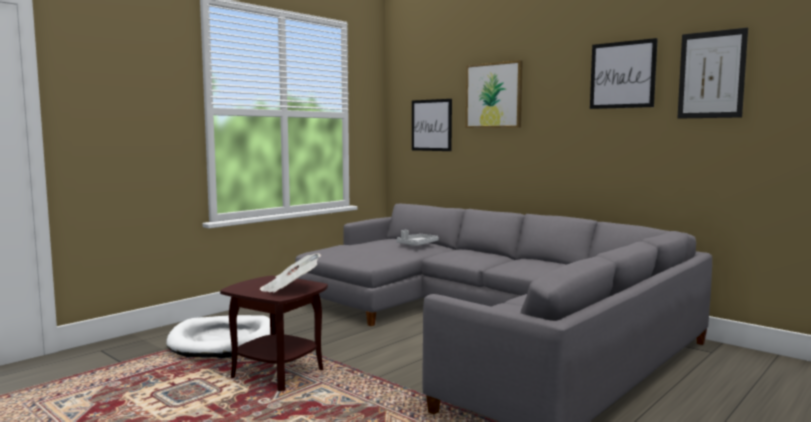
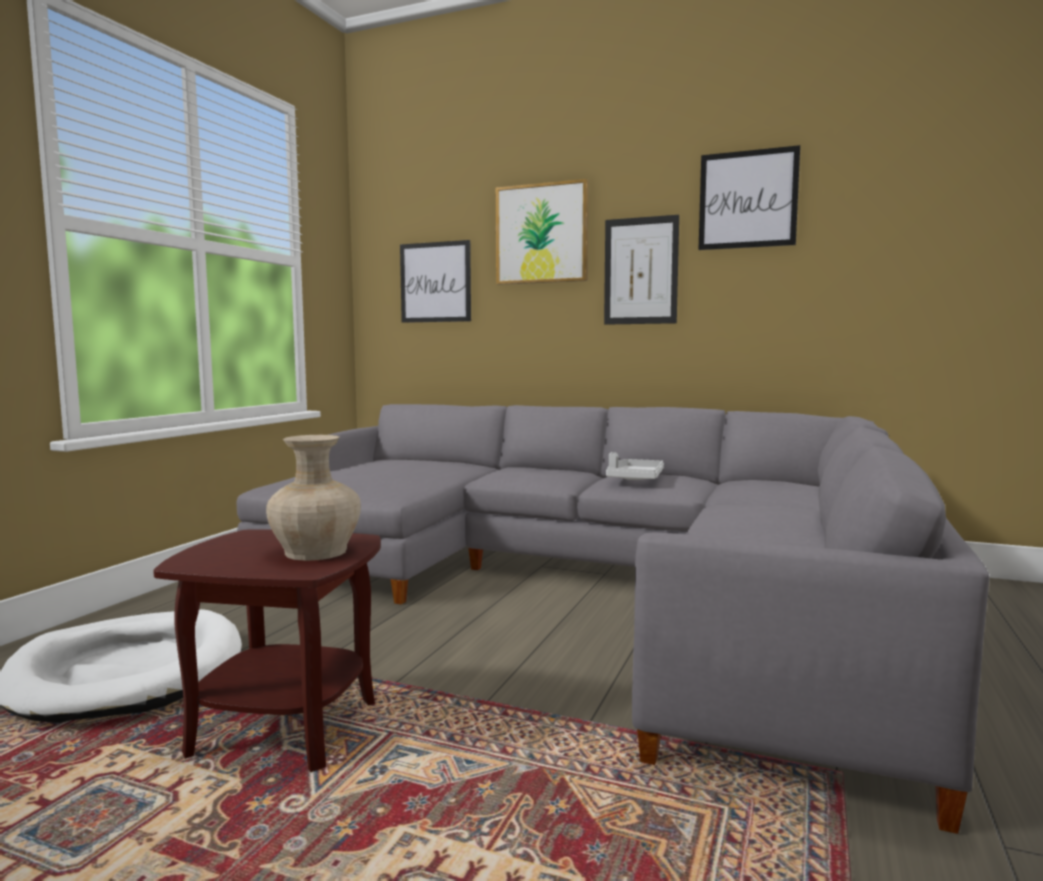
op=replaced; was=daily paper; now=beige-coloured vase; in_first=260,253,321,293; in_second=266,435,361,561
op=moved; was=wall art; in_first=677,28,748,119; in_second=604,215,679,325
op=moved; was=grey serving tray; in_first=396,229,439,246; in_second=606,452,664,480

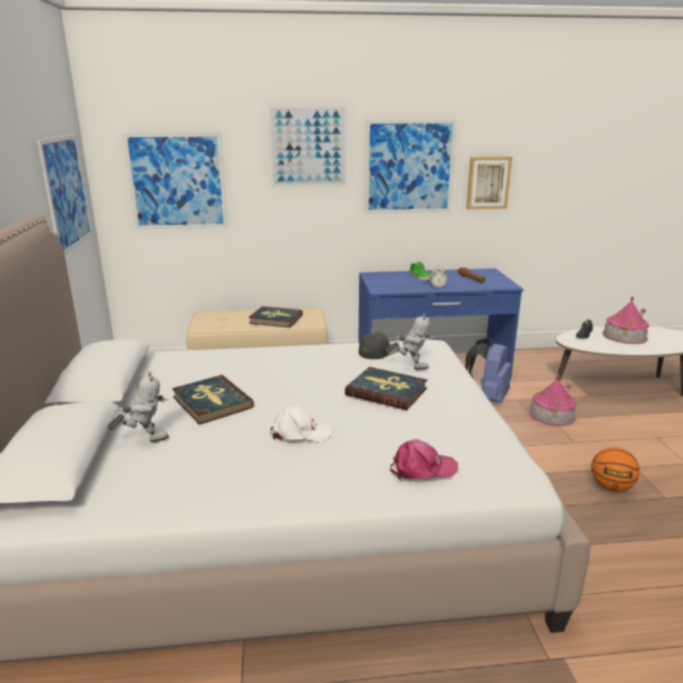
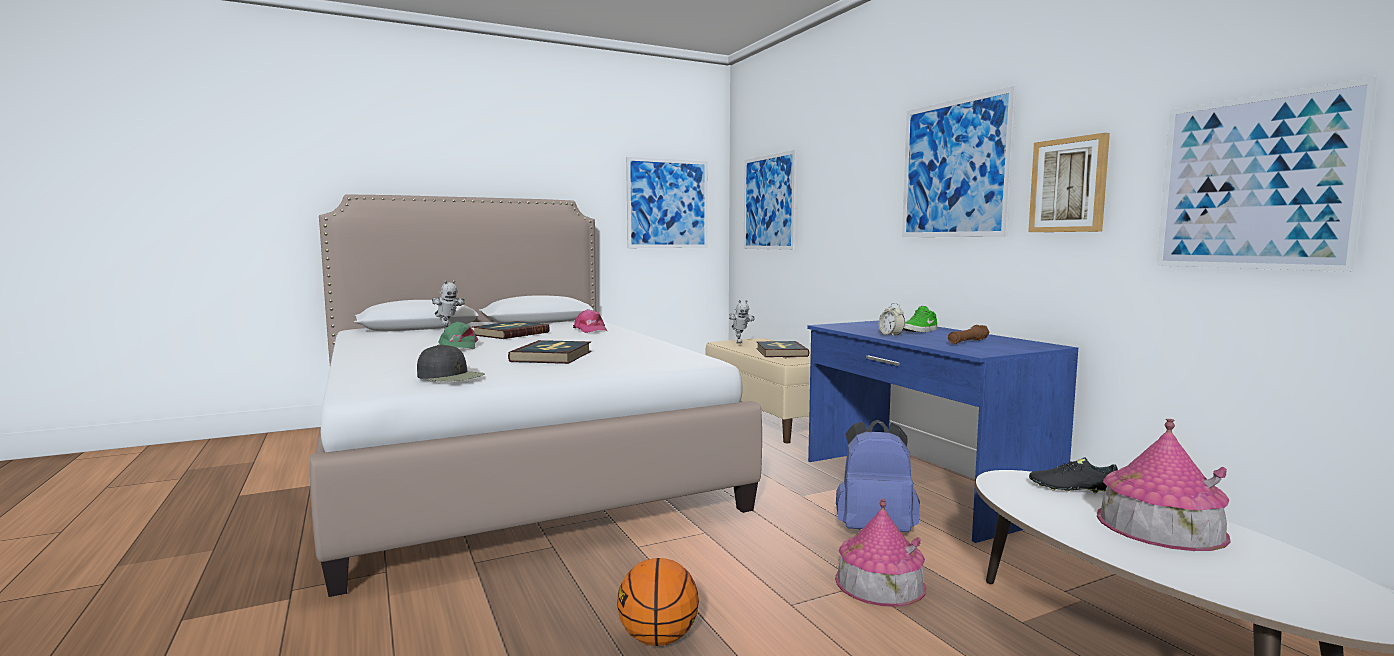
op=moved; was=blackish baseball cap; in_first=359,332,400,359; in_second=417,344,485,382
op=recoloured; was=white-coloured baseball cap; now=green-coloured baseball cap; in_first=270,406,332,441; in_second=438,321,478,349
op=moved; was=pinkish baseball cap; in_first=390,439,458,481; in_second=573,309,607,333
op=moved; was=robot figure; in_first=386,313,434,370; in_second=729,300,755,343
op=moved; was=wall art; in_first=268,105,347,188; in_second=1157,77,1379,272

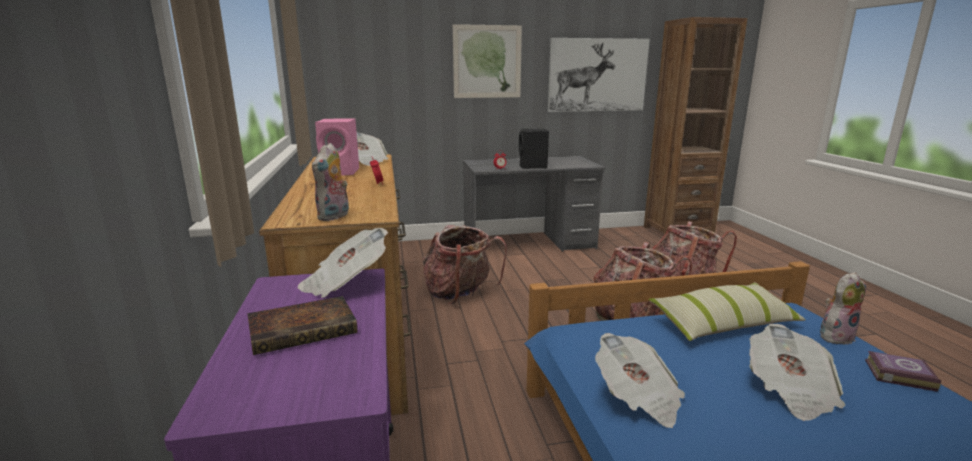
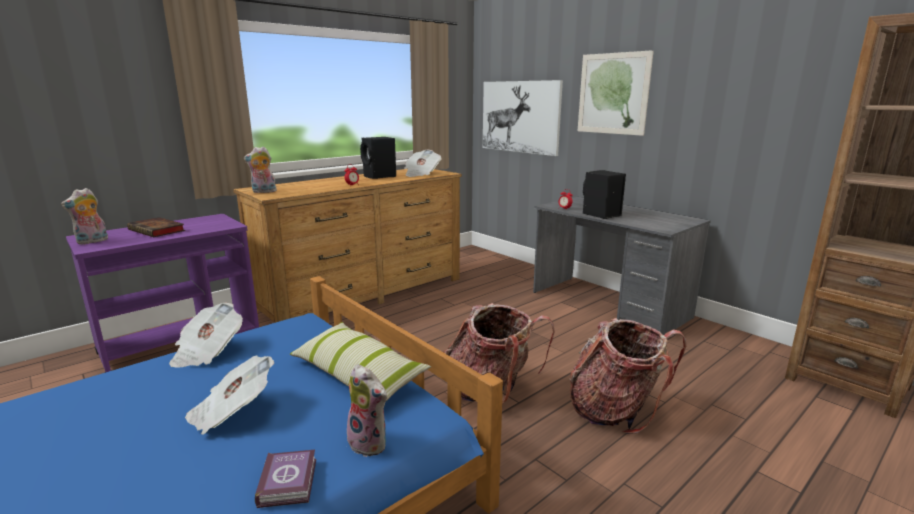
op=added; now=plush toy; in_second=61,188,108,245
op=recoloured; was=pinkish loudspeaker; now=blackish loudspeaker; in_first=315,119,359,175; in_second=360,137,396,179
op=moved; was=wall art; in_first=548,38,650,112; in_second=483,80,563,156
op=removed; was=daily paper; in_first=298,228,388,298
op=removed; was=rucksack; in_first=423,225,507,305

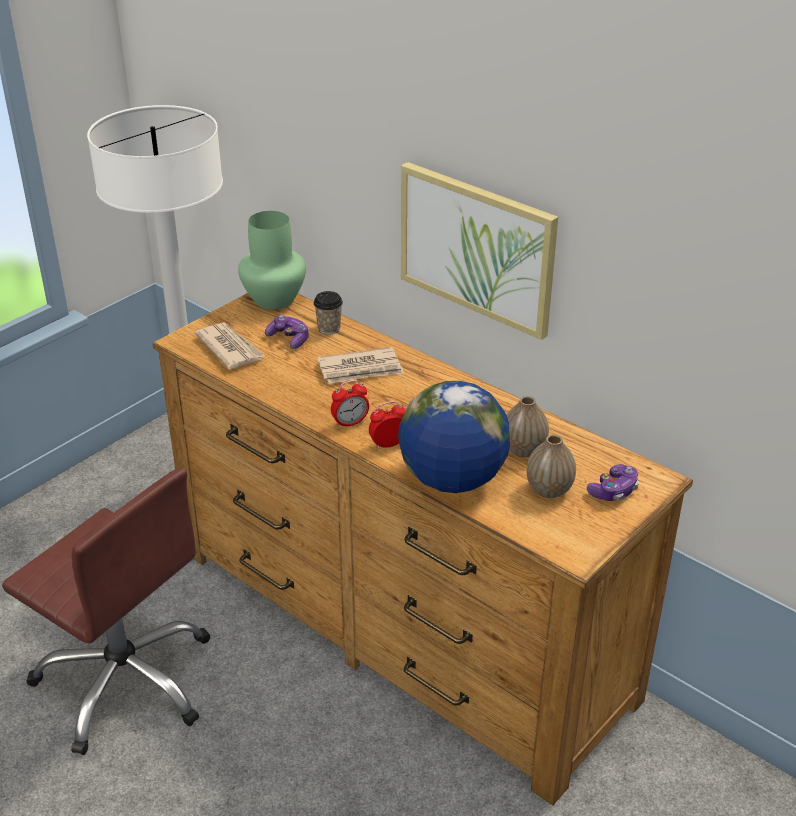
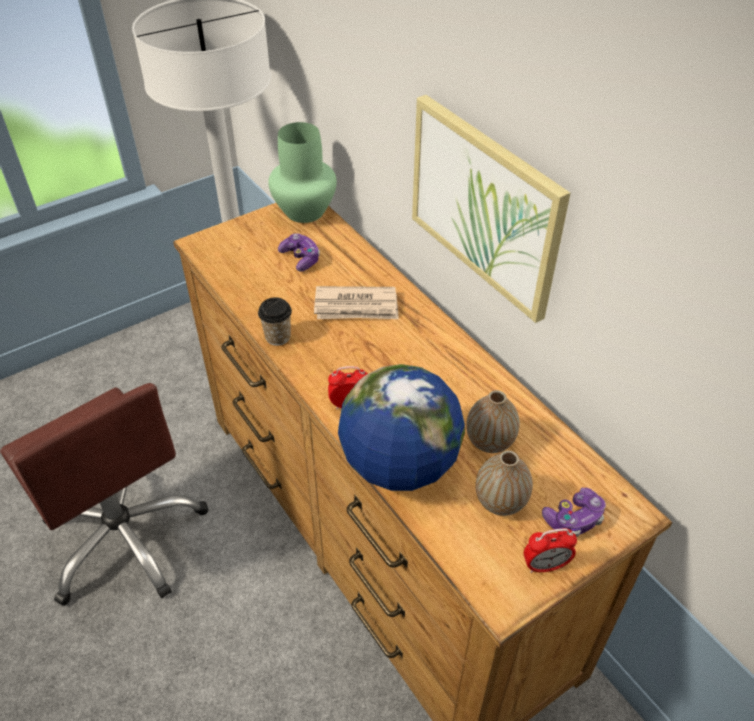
op=moved; was=cup; in_first=314,291,343,334; in_second=258,297,292,346
op=moved; was=table clock; in_first=331,380,369,428; in_second=524,528,577,573
op=removed; was=daily paper; in_first=195,322,265,369

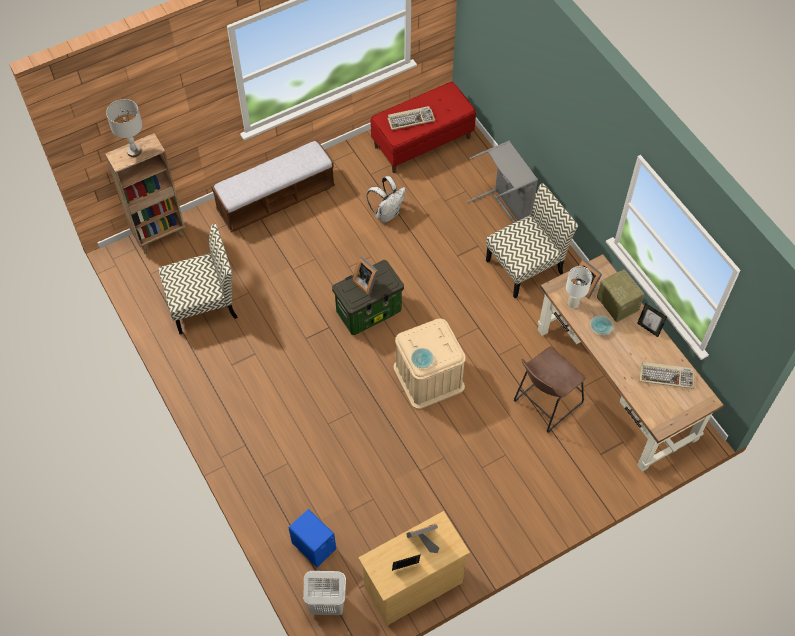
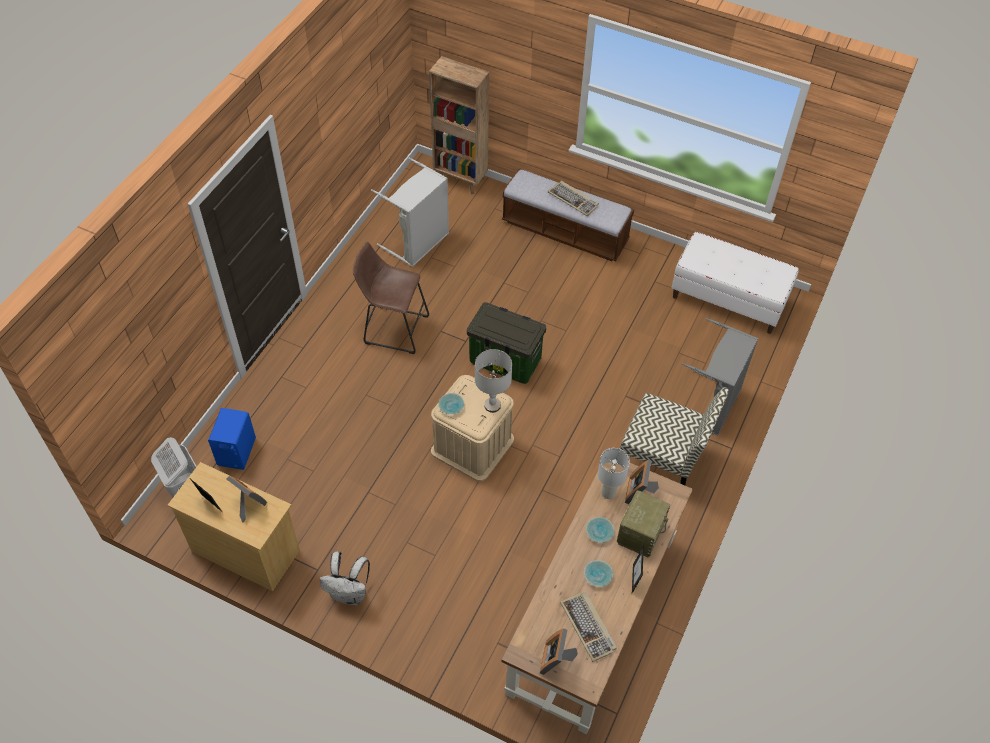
op=moved; was=white-coloured rucksack; in_first=367,176,406,223; in_second=320,551,370,605
op=moved; was=brownish sitting stool; in_first=514,346,586,433; in_second=353,241,429,354
op=replaced; was=plain chair; now=grey hamper; in_first=158,224,238,334; in_second=371,157,449,267
op=moved; was=grey lamp for a table; in_first=106,99,143,157; in_second=475,349,512,413
op=moved; was=picture frame; in_first=353,256,378,295; in_second=540,628,578,675
op=moved; was=keyboard; in_first=387,106,435,130; in_second=548,181,599,216
op=added; now=blue-green deep dish; in_second=584,560,613,587
op=recoloured; was=red indoor bench; now=white-coloured indoor bench; in_first=371,82,476,173; in_second=672,232,799,334

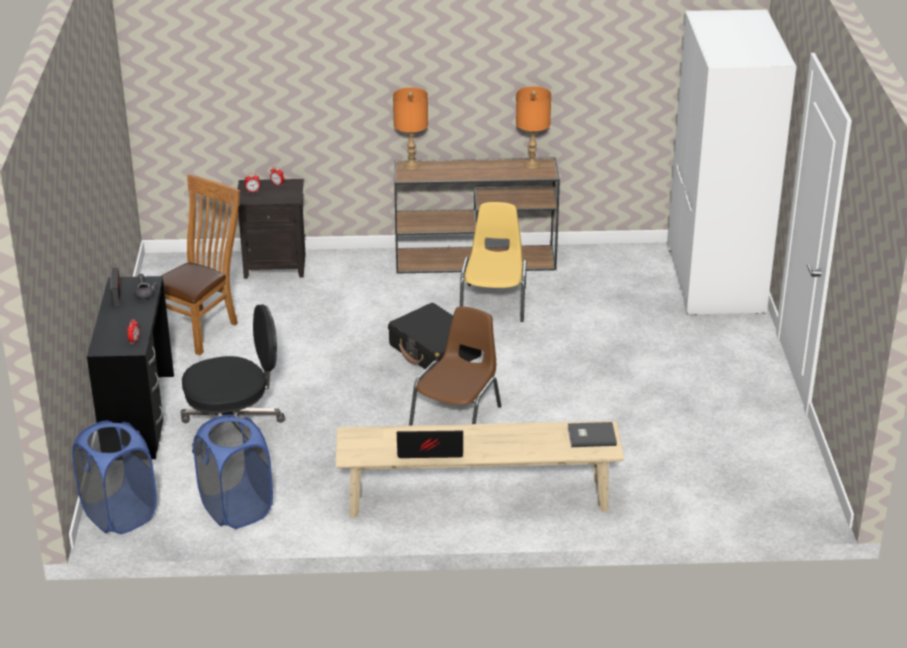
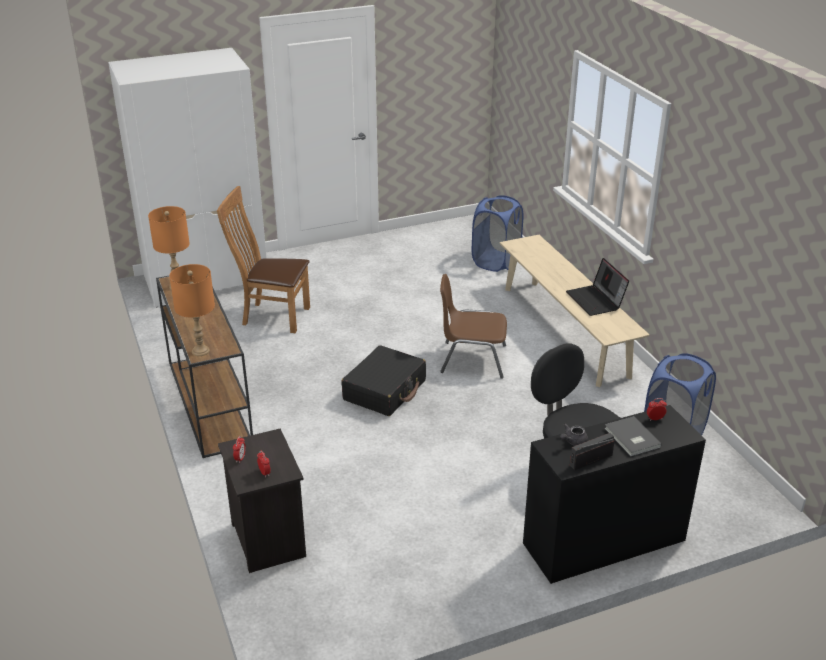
op=moved; was=brownish plain chair; in_first=161,174,240,355; in_second=217,186,310,333
op=moved; was=blue hamper; in_first=72,421,157,534; in_second=472,195,523,272
op=moved; was=grey bound book; in_first=568,422,617,447; in_second=604,416,662,457
op=removed; was=yellow-coloured plain chair; in_first=460,202,527,322

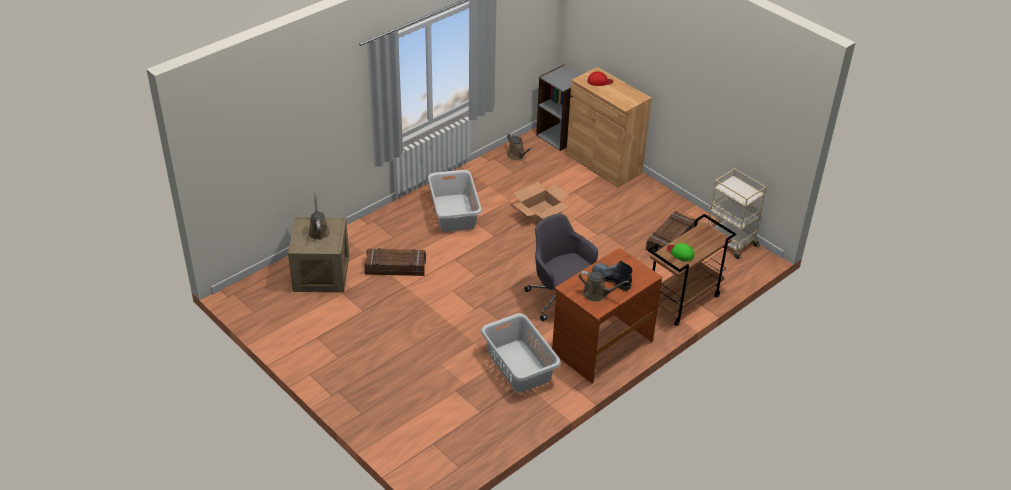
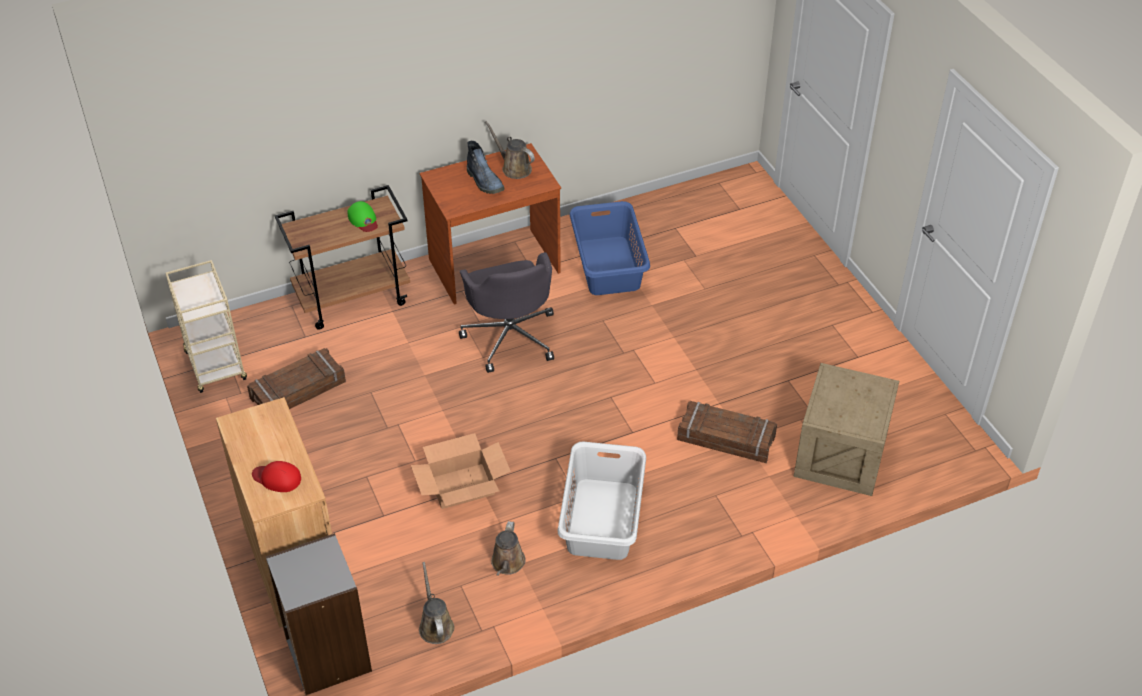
op=moved; was=brownish watering can; in_first=308,193,330,240; in_second=491,521,526,576
op=recoloured; was=grey hamper; now=blue hamper; in_first=481,313,561,393; in_second=570,201,650,295

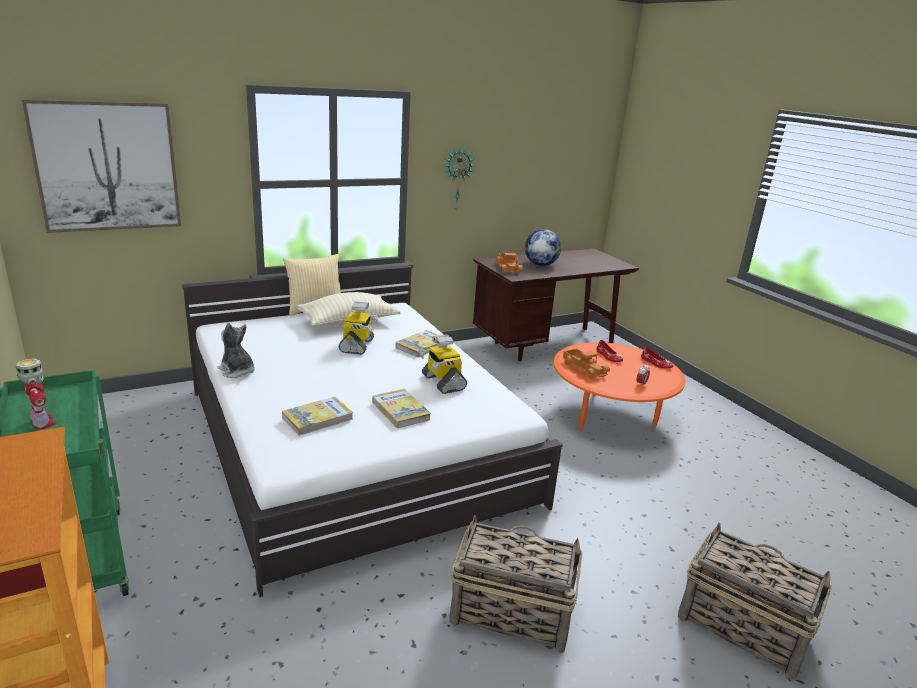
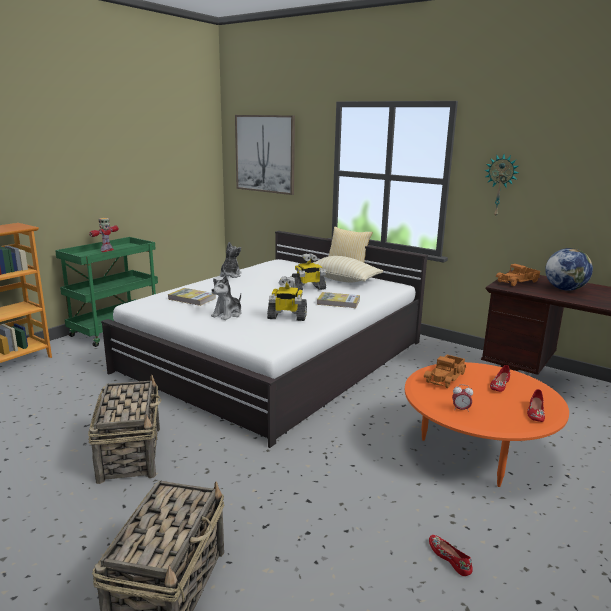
op=replaced; was=bound book; now=plush toy; in_first=372,389,431,428; in_second=211,275,241,320
op=turned; was=robot figure; in_first=419,334,467,394; in_second=267,276,307,321; clockwise=-120
op=added; now=red low shoe; in_second=429,535,473,576

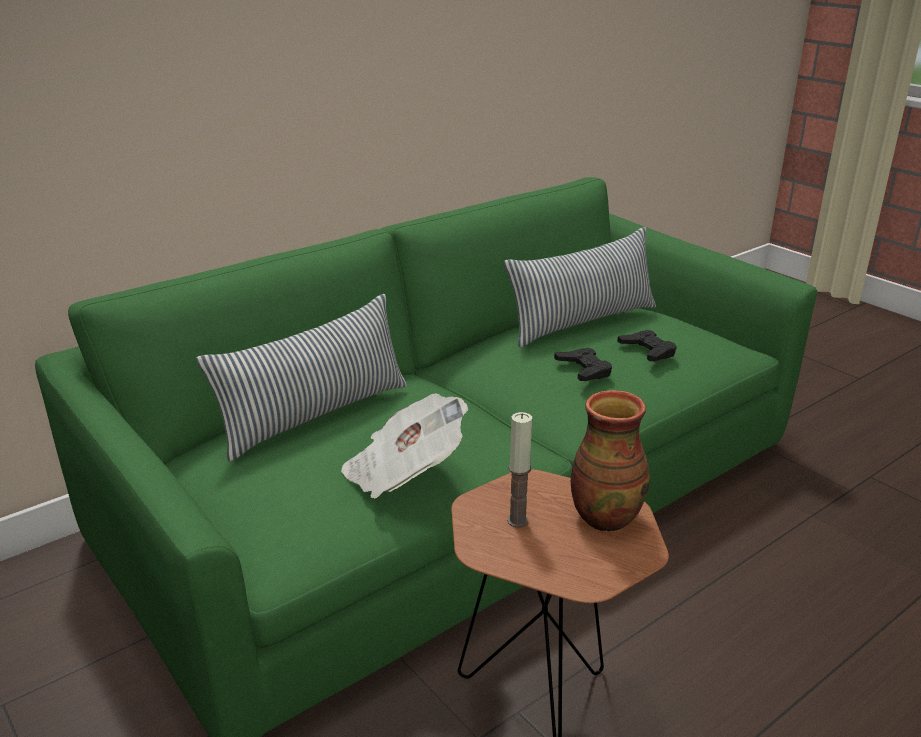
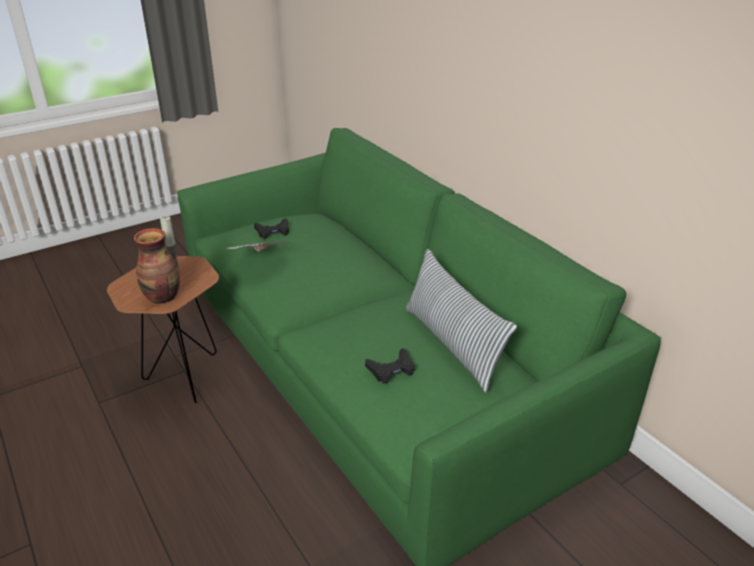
op=moved; was=blackish gamepad; in_first=554,348,612,381; in_second=254,218,289,239
op=removed; was=throw pillow; in_first=196,294,407,461

